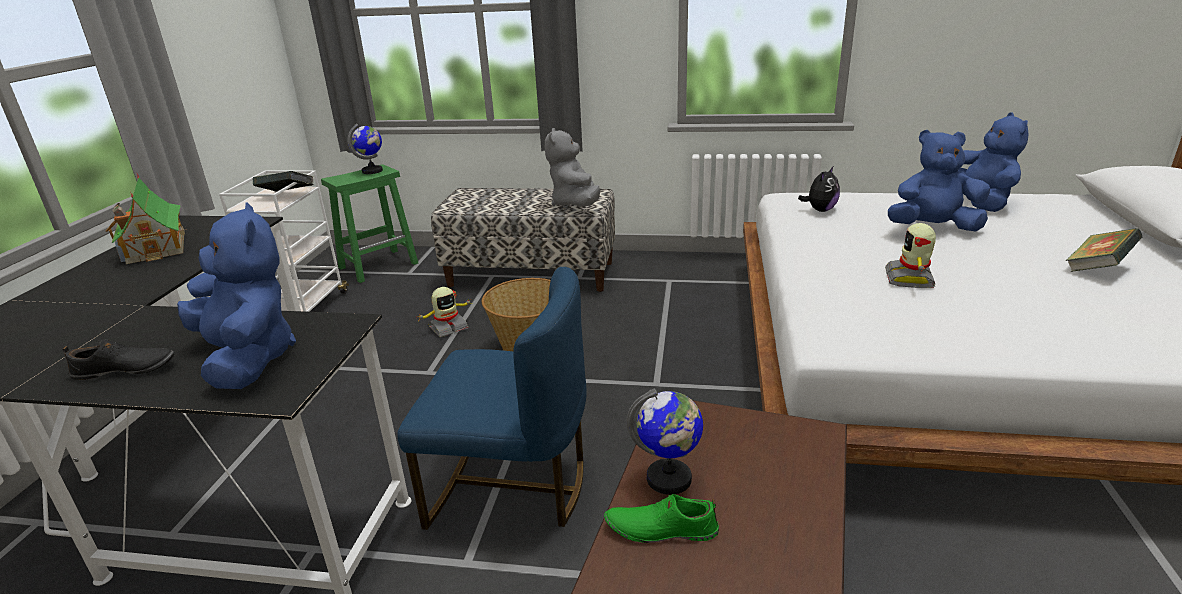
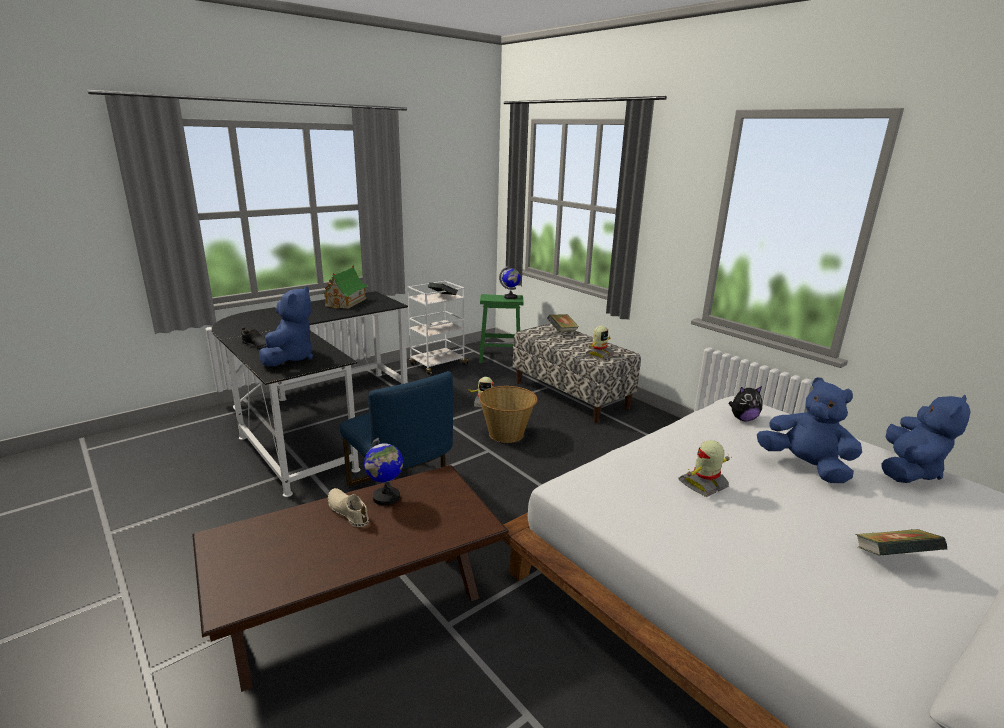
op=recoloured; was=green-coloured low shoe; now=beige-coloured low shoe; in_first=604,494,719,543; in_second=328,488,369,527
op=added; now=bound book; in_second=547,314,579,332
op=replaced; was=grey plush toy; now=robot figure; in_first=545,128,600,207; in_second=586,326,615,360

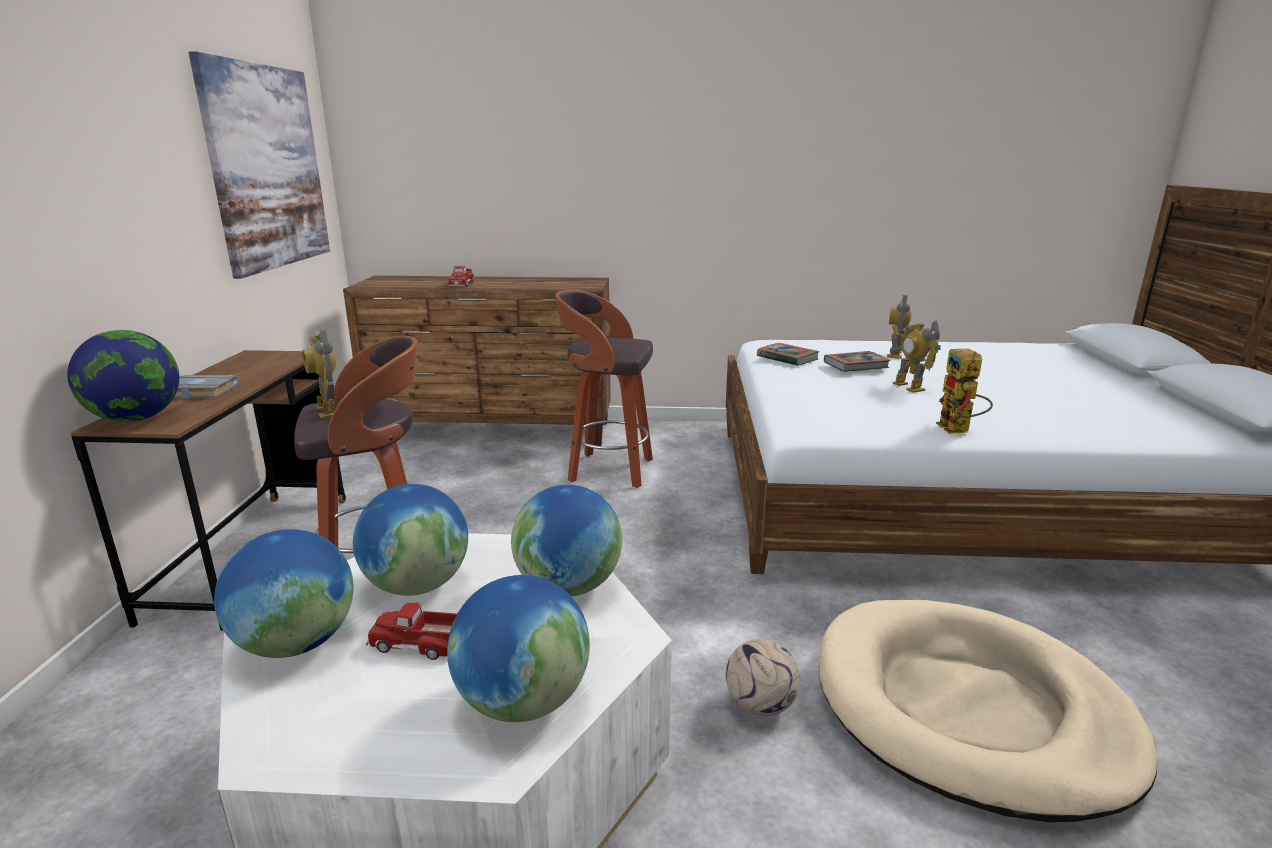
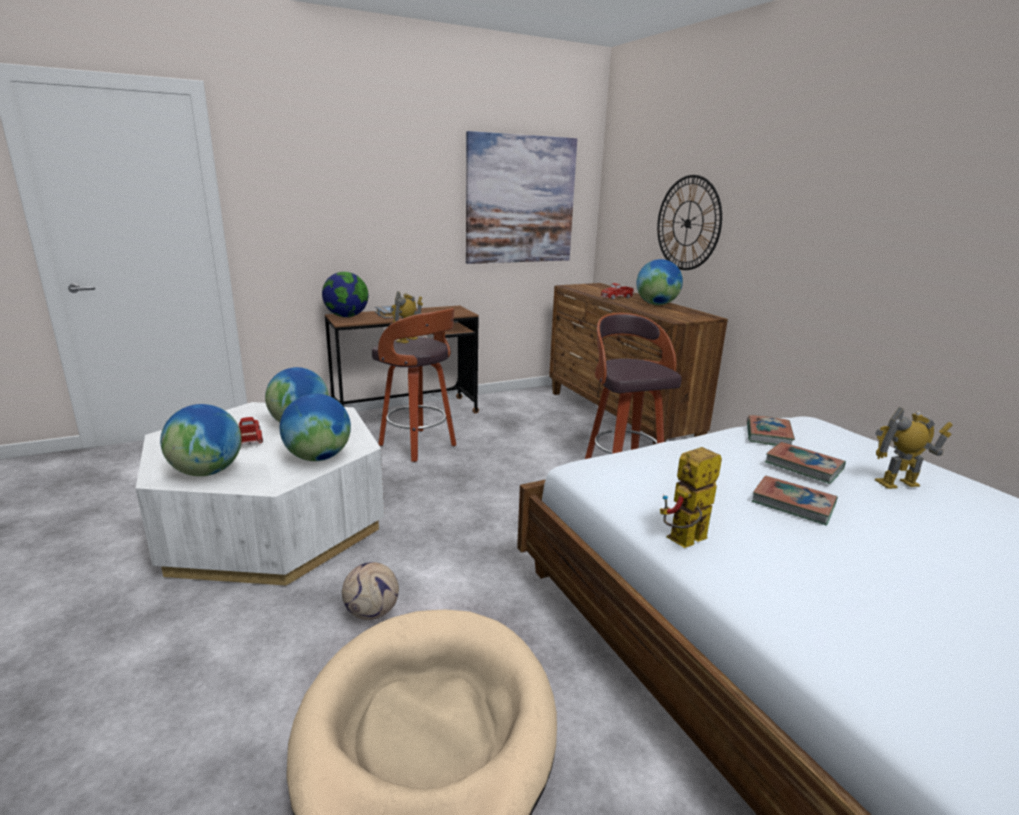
op=moved; was=globe; in_first=214,529,353,658; in_second=636,259,683,305
op=added; now=clock on the wall; in_second=657,175,722,270
op=replaced; was=robot figure; now=bound book; in_first=890,321,941,393; in_second=752,475,838,526

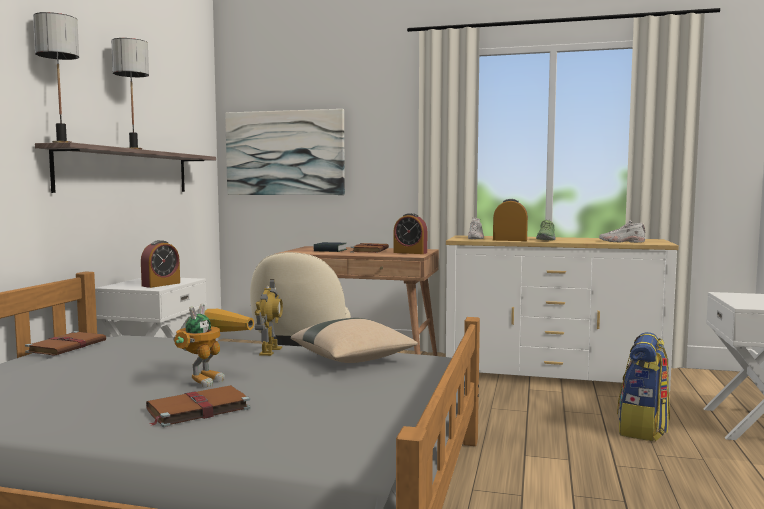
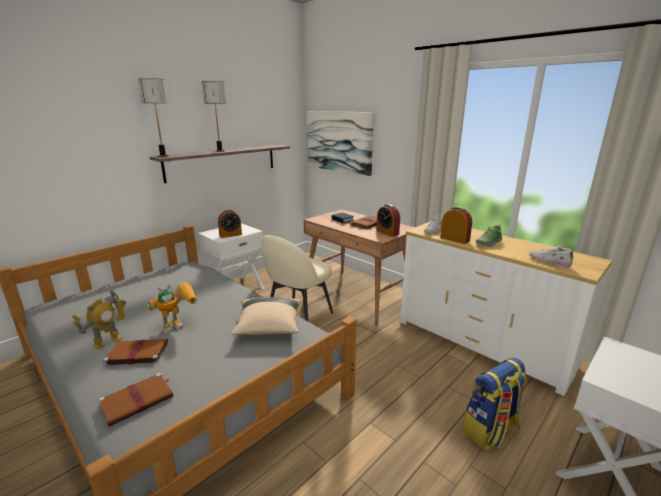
op=moved; was=robot figure; in_first=255,279,283,356; in_second=71,290,126,349
op=moved; was=brownish bound book; in_first=25,331,106,356; in_second=98,373,173,427

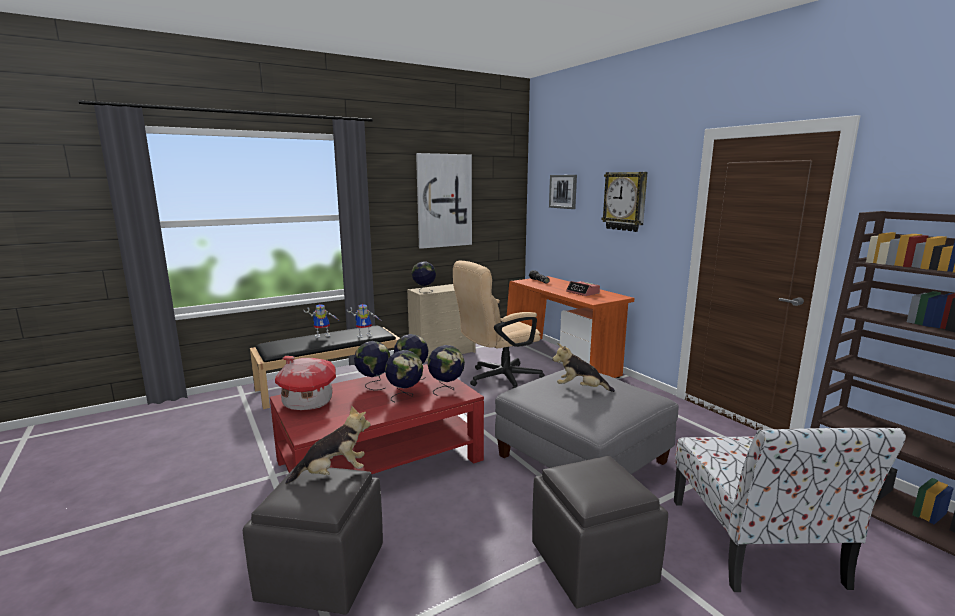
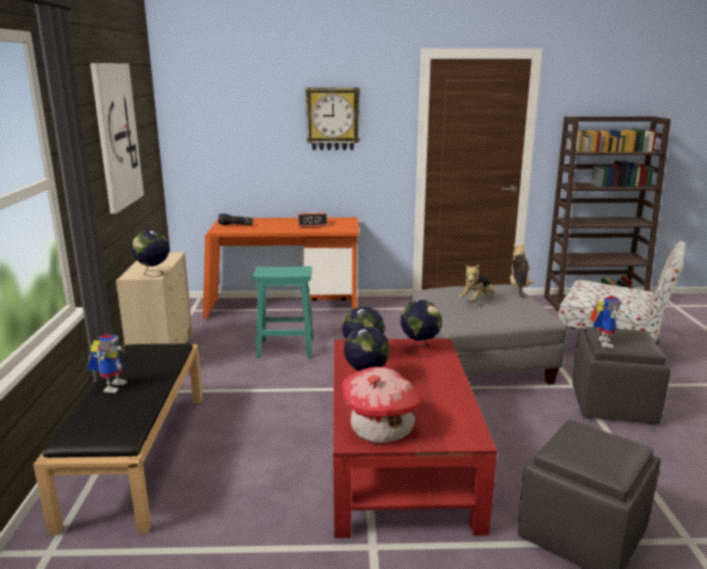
op=replaced; was=beige-coloured office chair; now=blue-green sitting stool; in_first=453,261,545,389; in_second=253,266,314,358
op=moved; was=plush toy; in_first=285,405,370,484; in_second=510,244,534,298
op=moved; was=robot figure; in_first=347,304,380,338; in_second=590,296,622,348
op=removed; was=globe; in_first=385,350,423,402
op=removed; was=wall art; in_first=549,175,577,209

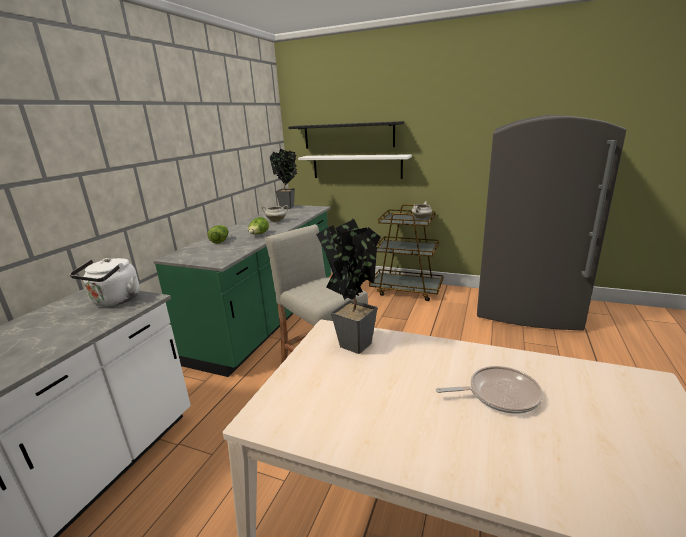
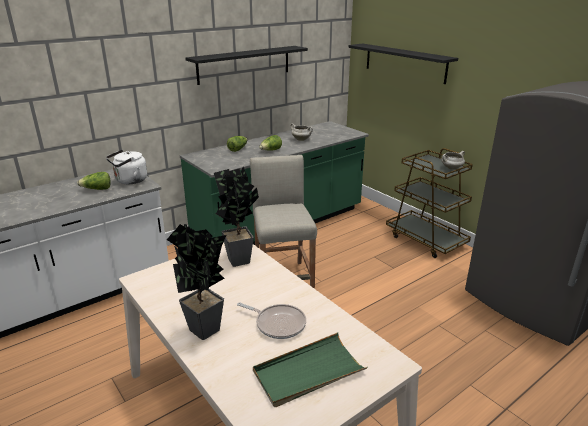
op=added; now=lettuce head; in_second=77,172,111,190
op=moved; was=plant in a pot; in_first=270,149,297,209; in_second=166,224,227,340
op=added; now=blackish wall shelf; in_second=185,46,308,85
op=added; now=green-coloured serving tray; in_second=253,333,368,407
op=removed; was=white-coloured wall shelf; in_first=298,154,412,179

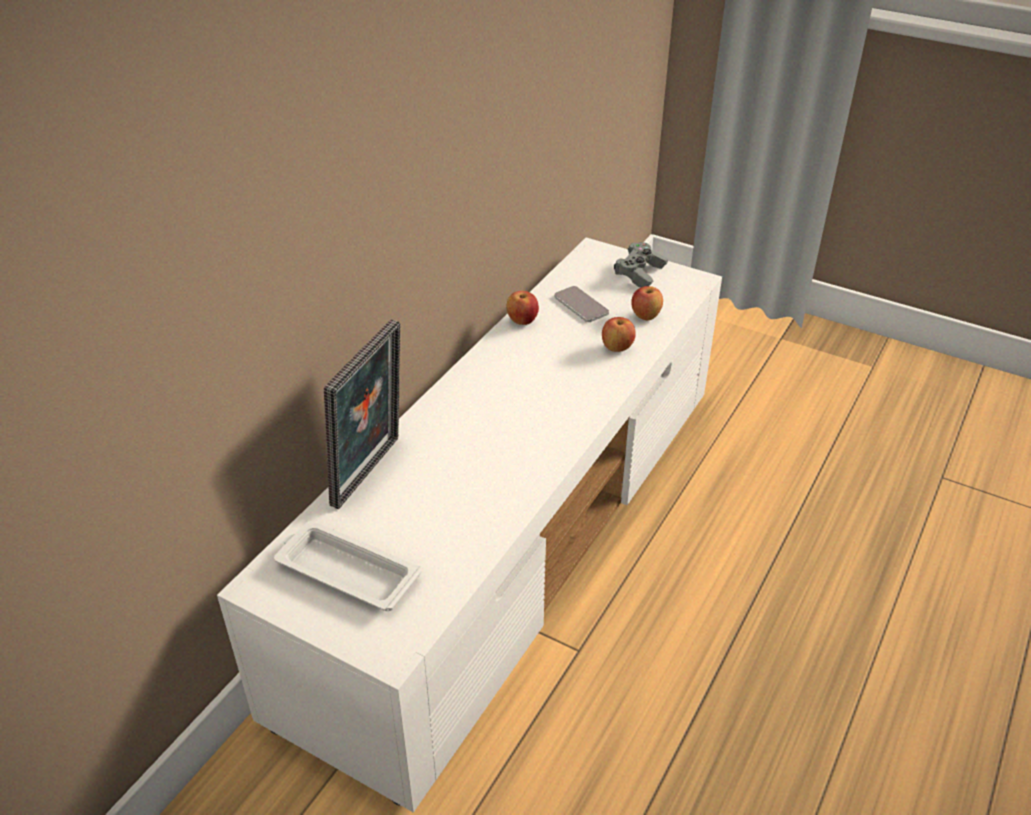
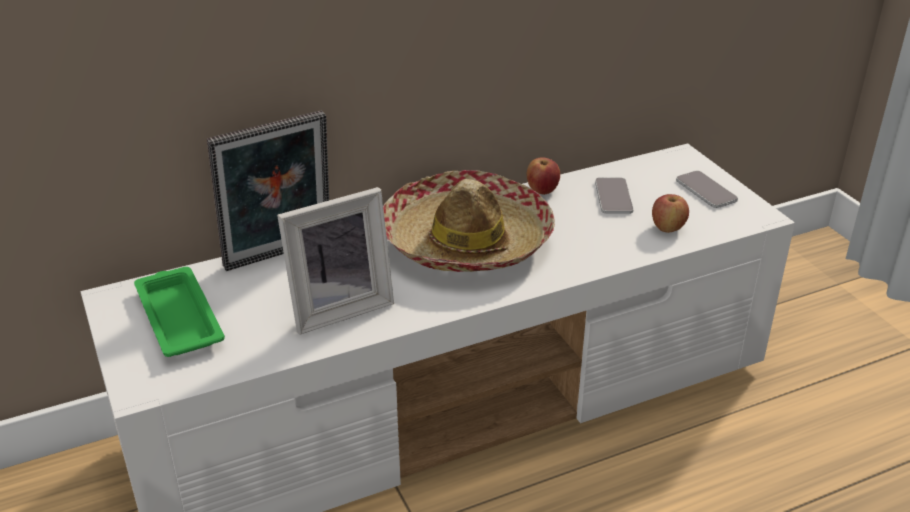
op=recoloured; was=white-coloured serving tray; now=green-coloured serving tray; in_first=274,521,422,611; in_second=134,267,225,357
op=added; now=picture frame; in_second=277,187,394,335
op=added; now=clothing hat; in_second=383,170,555,272
op=replaced; was=grey gamepad; now=handset; in_first=614,242,668,287; in_second=676,171,738,208
op=removed; was=whole apple; in_first=602,317,636,352

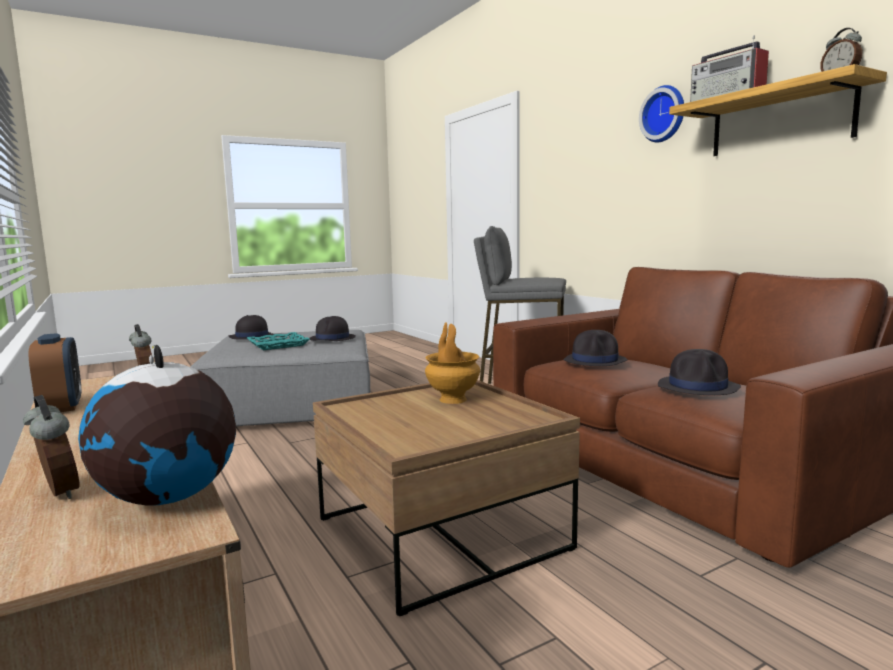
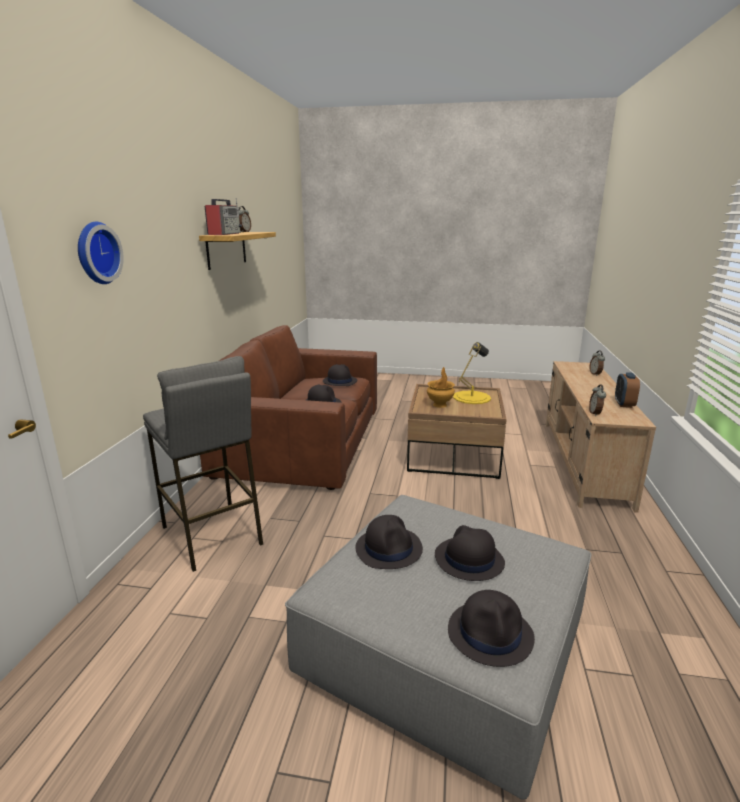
op=moved; was=clock on the wall; in_first=639,85,684,142; in_second=78,222,124,284
op=replaced; was=blue-green serving tray; now=blackish clothing hat; in_first=247,332,310,350; in_second=435,525,505,581
op=added; now=yellow-coloured lamp for a table; in_second=453,342,491,404
op=removed; was=globe; in_first=78,345,236,506

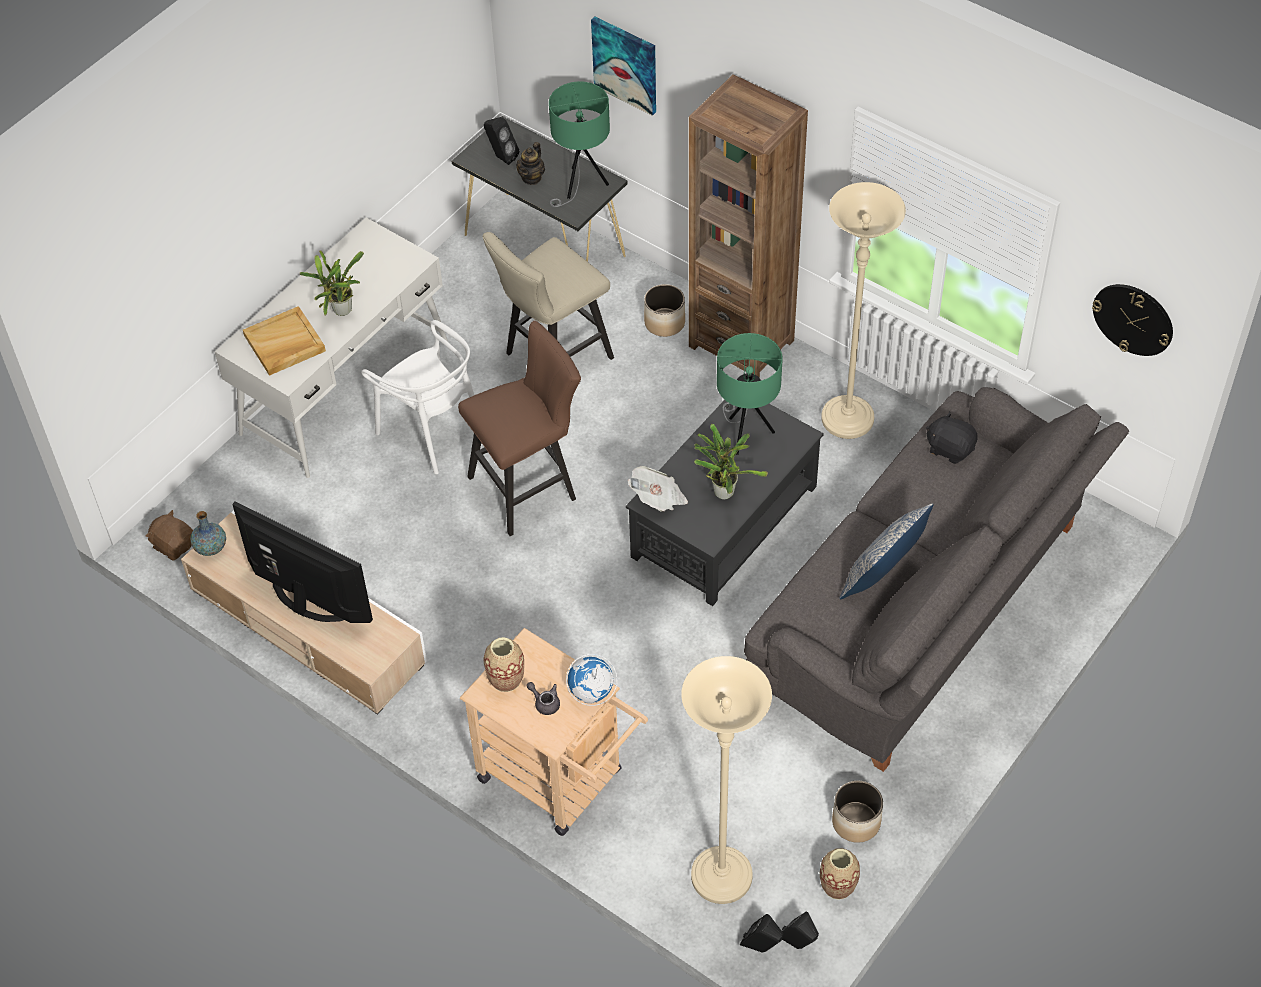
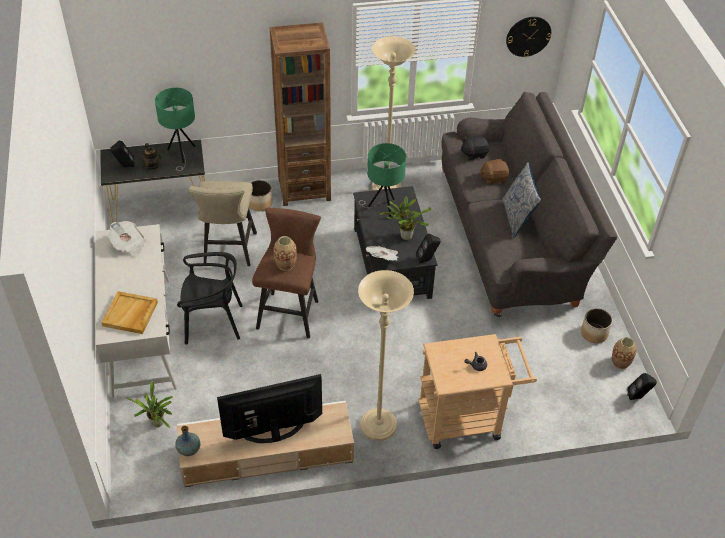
op=added; now=daily paper; in_second=108,221,146,256
op=moved; was=plant in a pot; in_first=300,250,364,316; in_second=126,381,173,428
op=recoloured; was=white-coloured plain chair; now=blackish plain chair; in_first=361,320,474,474; in_second=177,252,243,344
op=moved; was=vase; in_first=483,637,524,692; in_second=273,236,297,271
op=moved; was=beige-coloured standing lamp; in_first=681,656,772,904; in_second=358,270,414,441
op=moved; was=blackish loudspeaker; in_first=740,914,783,953; in_second=416,234,441,263
op=moved; was=brownish plush toy; in_first=145,510,193,561; in_second=479,159,509,185
op=removed; was=globe; in_first=566,654,617,706
op=removed; was=wall art; in_first=591,17,656,116

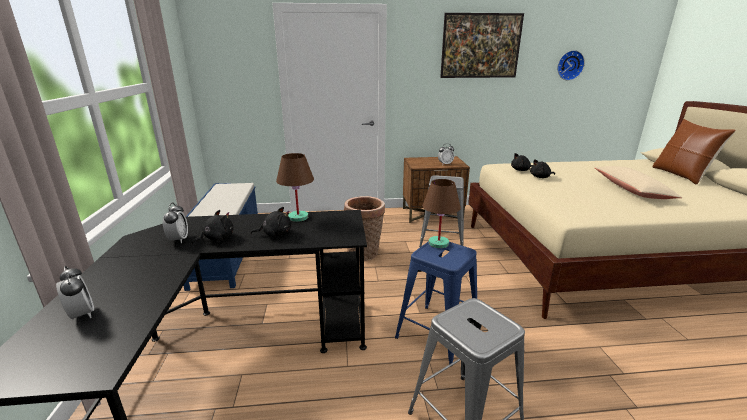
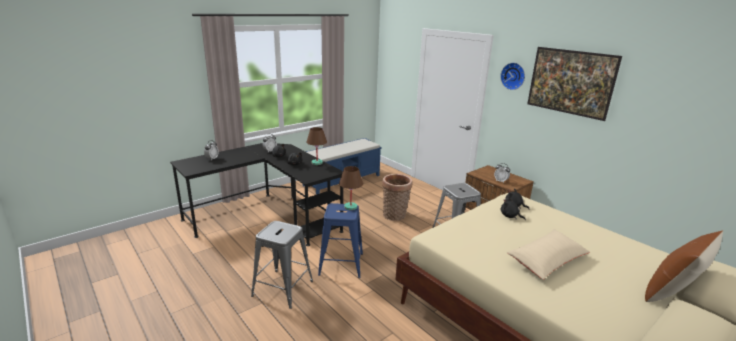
op=moved; was=clock on the wall; in_first=557,50,585,80; in_second=500,63,525,90

